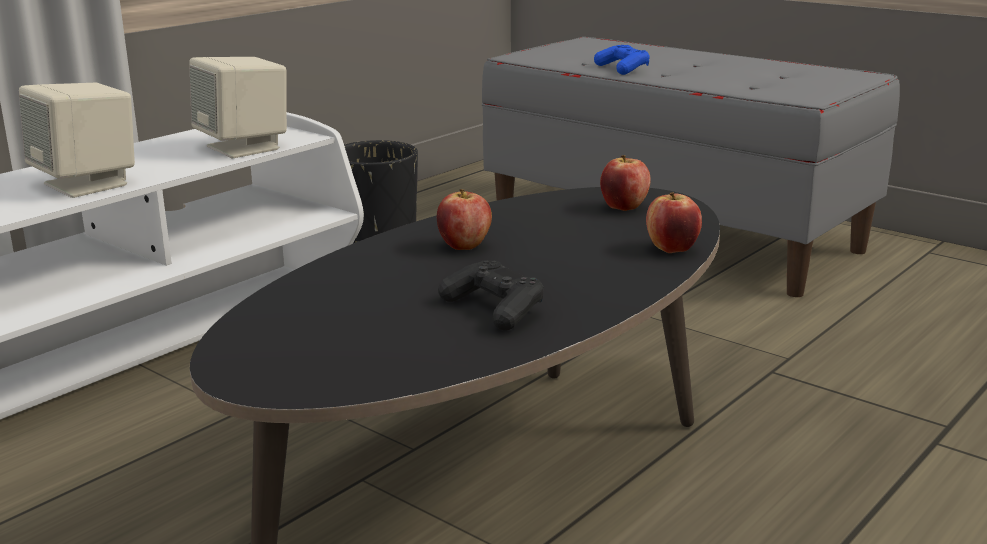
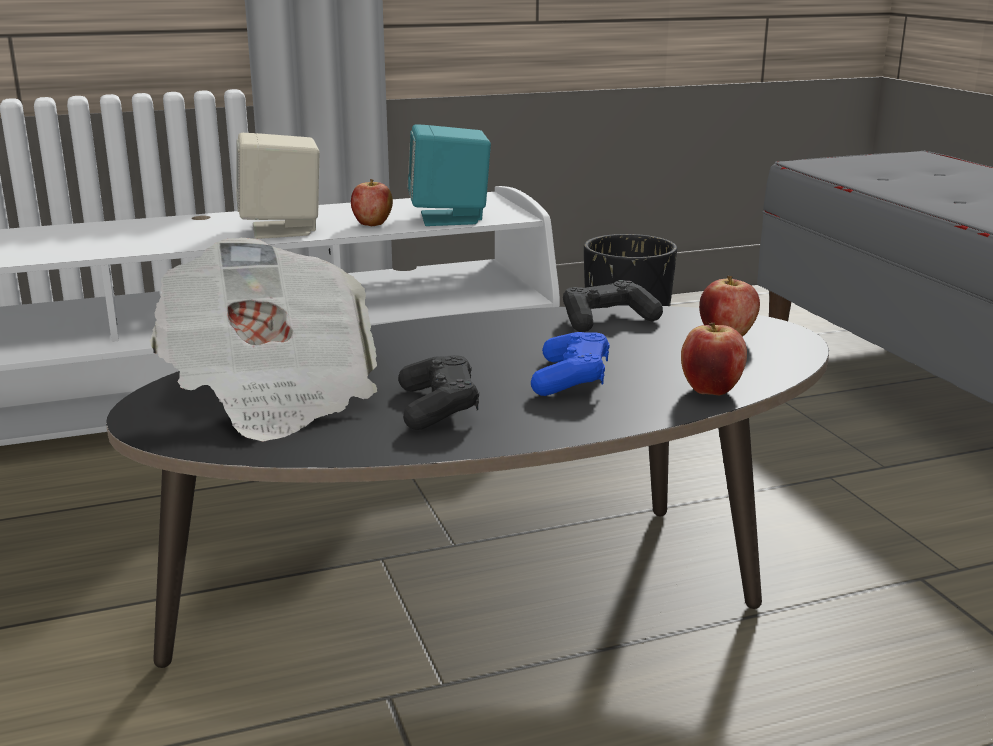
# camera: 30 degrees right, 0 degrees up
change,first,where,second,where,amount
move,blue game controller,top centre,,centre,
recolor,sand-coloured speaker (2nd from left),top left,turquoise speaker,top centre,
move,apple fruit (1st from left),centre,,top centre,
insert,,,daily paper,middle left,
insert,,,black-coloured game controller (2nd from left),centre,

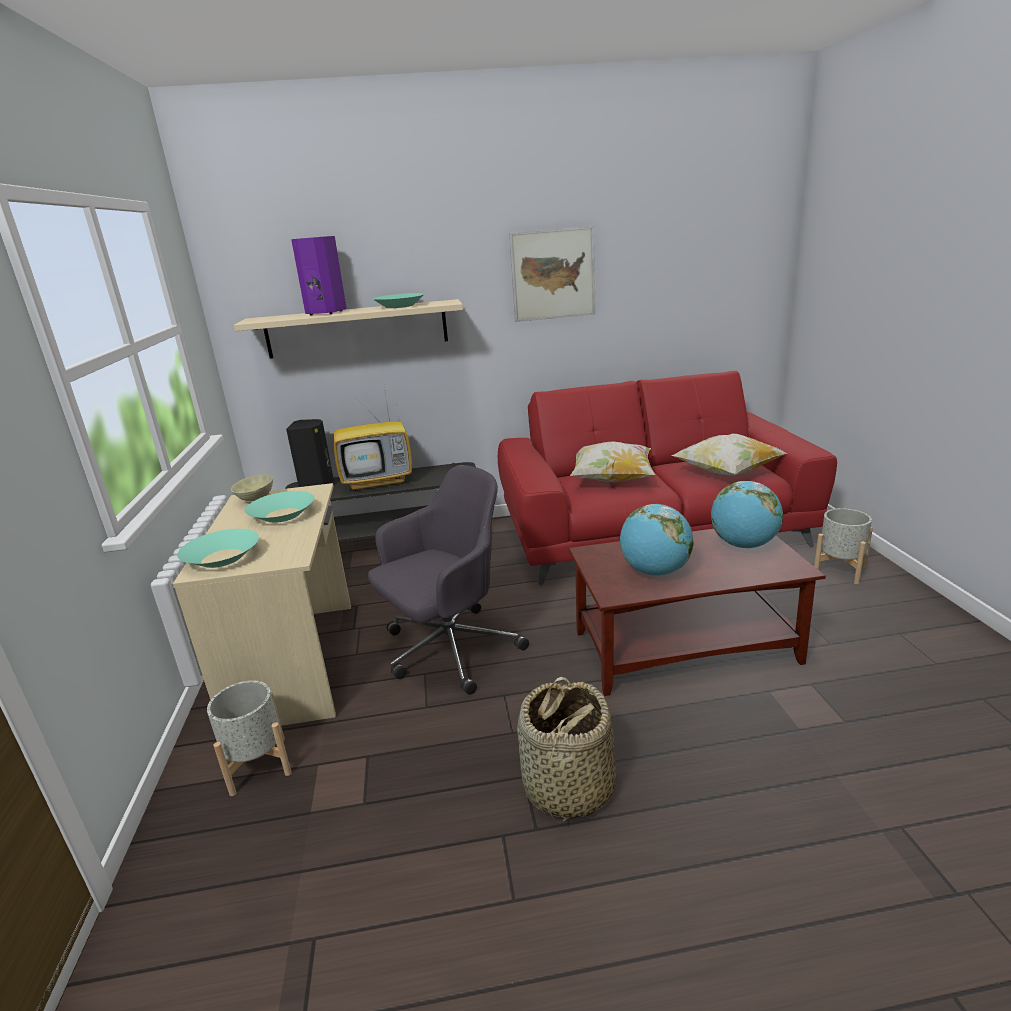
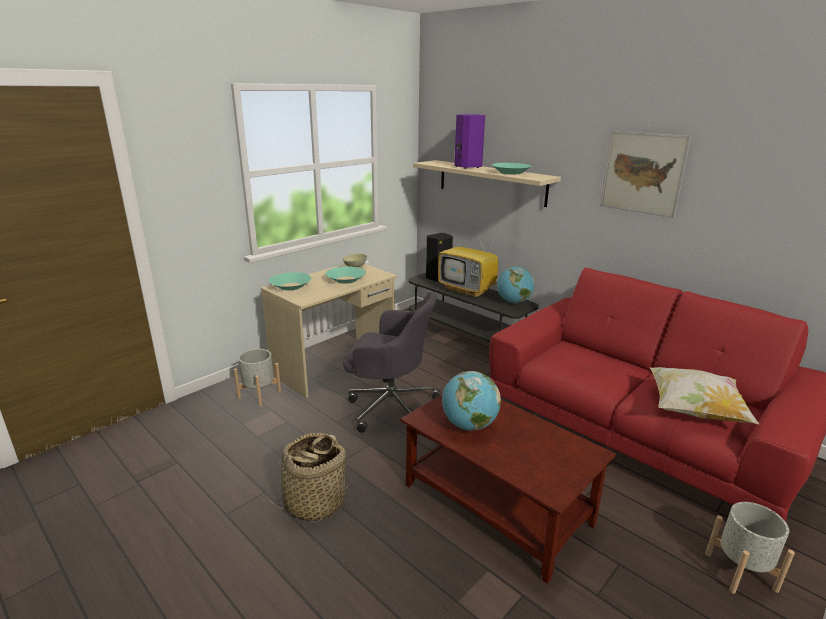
# camera: 50 degrees right, 0 degrees up
change,first,where,second,where,amount
delete,cushion (1st from left),centre,,,
move,desk globe (2nd from left),middle right,,centre,

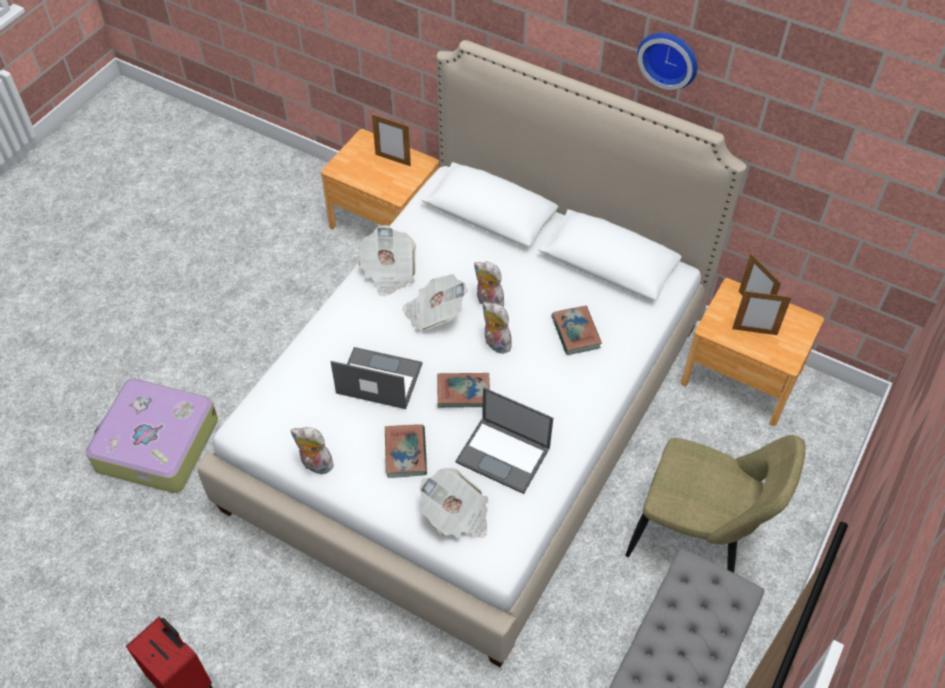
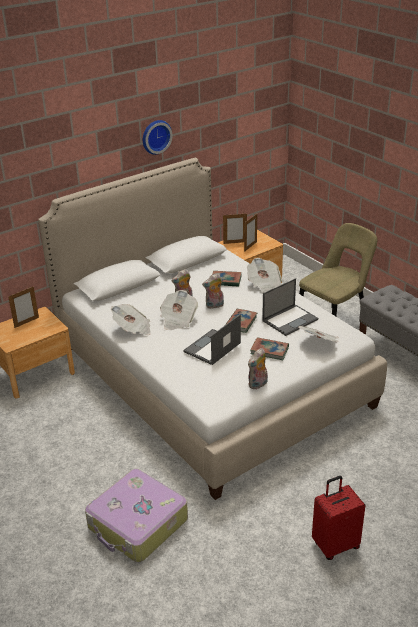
# camera: 65 degrees left, 20 degrees down
change,first,where,second,where,amount
insert,,,daily paper (3rd from left),centre,

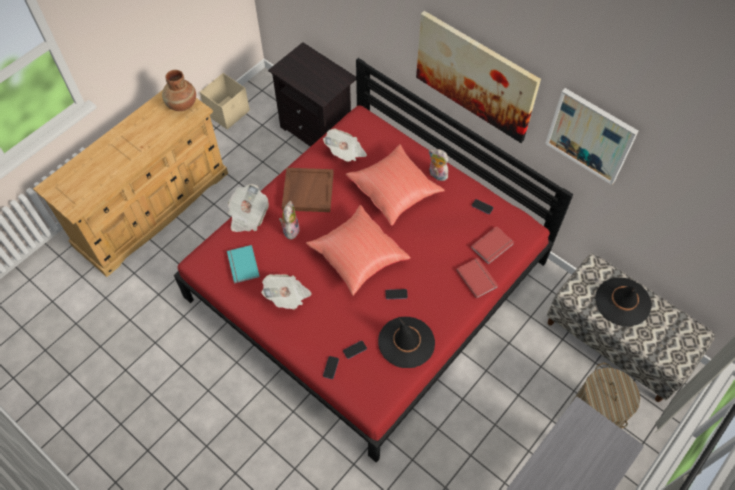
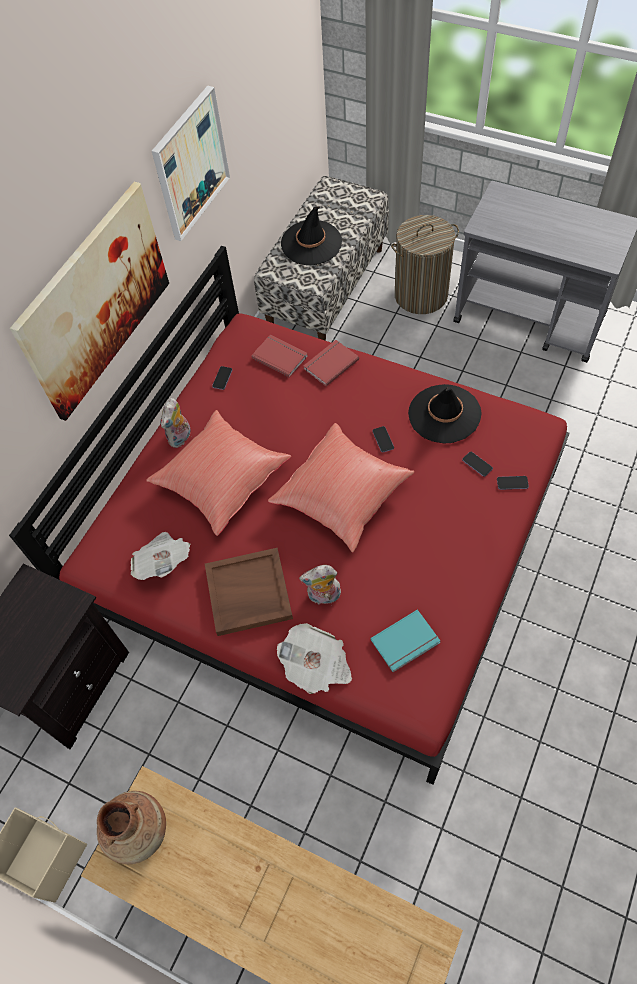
# camera: 100 degrees left, 0 degrees up
change,first,where,second,where,amount
delete,daily paper (2nd from left),centre,,,

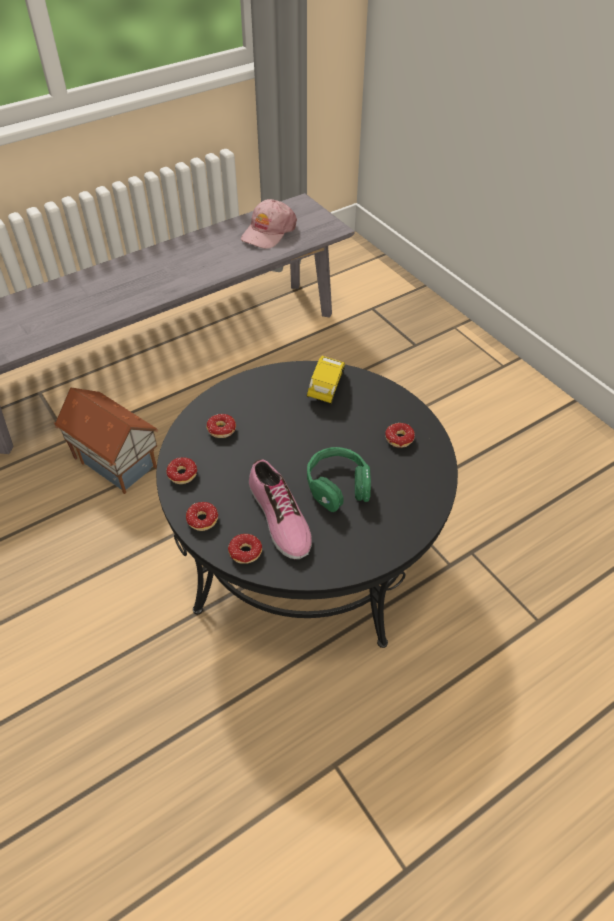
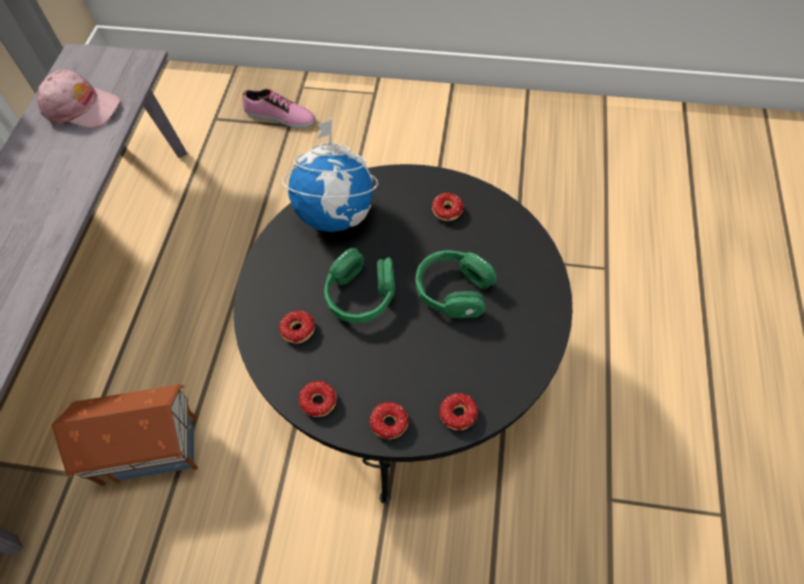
# camera: 45 degrees left, 10 degrees up
change,first,where,second,where,amount
rotate,pink baseball cap,top centre,,top left,60 degrees counterclockwise
replace,yellow toy car,centre,desk globe,top centre,
move,shoe,centre,,top centre,
insert,,,green pair of headphones (1st from left),centre,

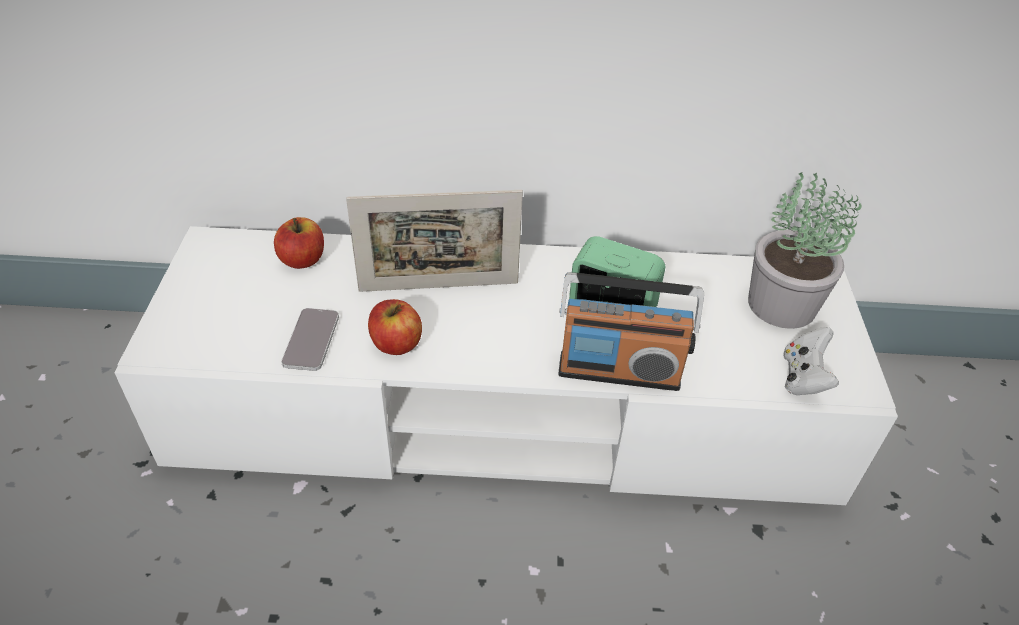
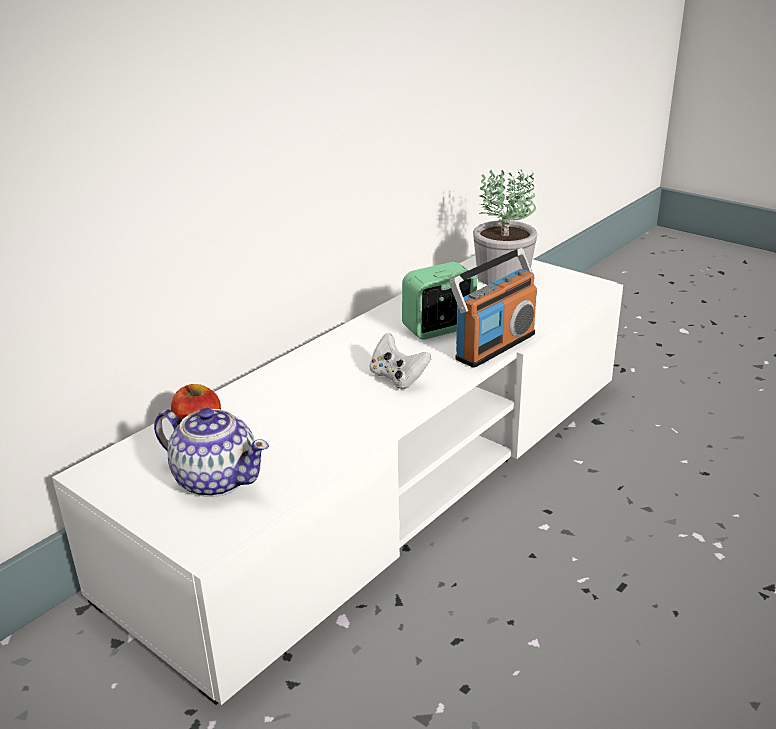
# camera: 50 degrees left, 15 degrees down
change,first,where,second,where,amount
delete,standing frame,centre,,,
delete,apple fruit (2nd from left),centre,,,
delete,telephone,middle left,,,
move,white-coloured game controller,middle right,,centre,
insert,,,tea pot,middle left,

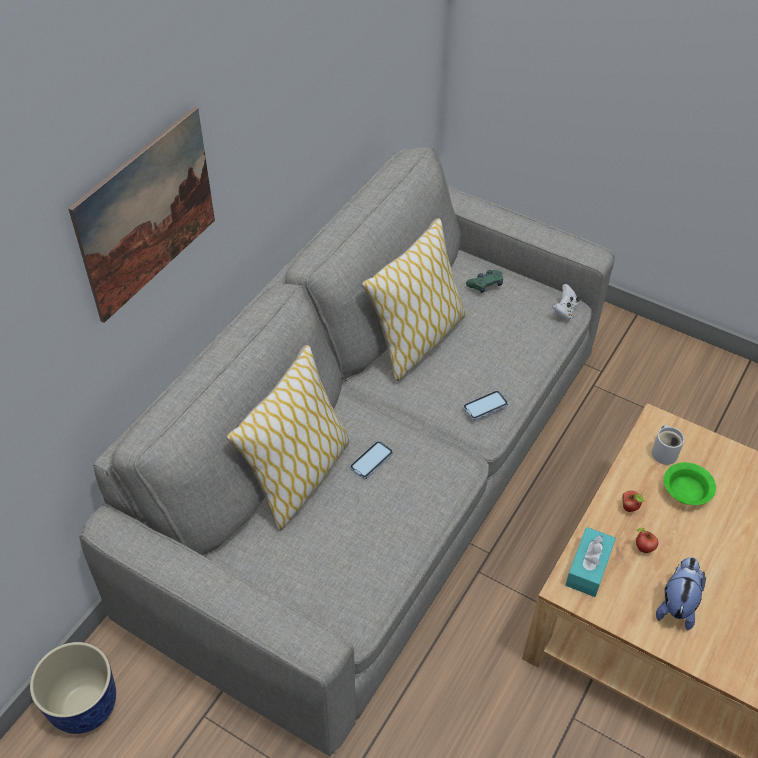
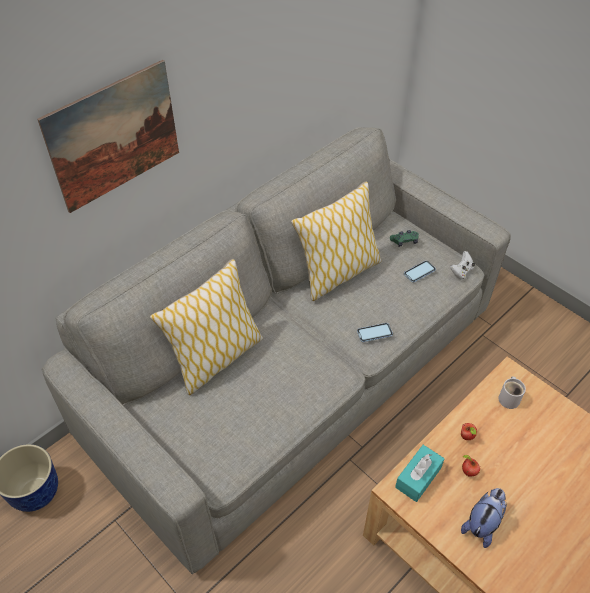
# camera: 15 degrees right, 0 degrees up
change,first,where,second,where,amount
move,telephone (1st from left in the first image),centre,telephone (2nd from left),middle right,
delete,green deep dish,middle right,,,

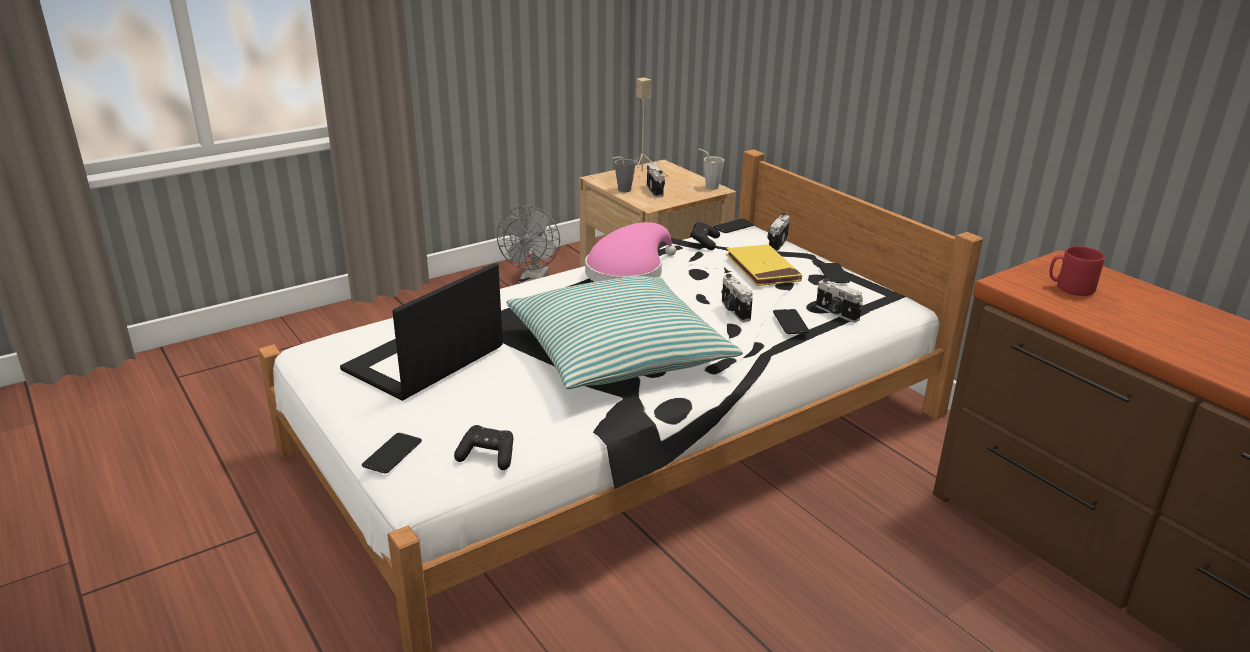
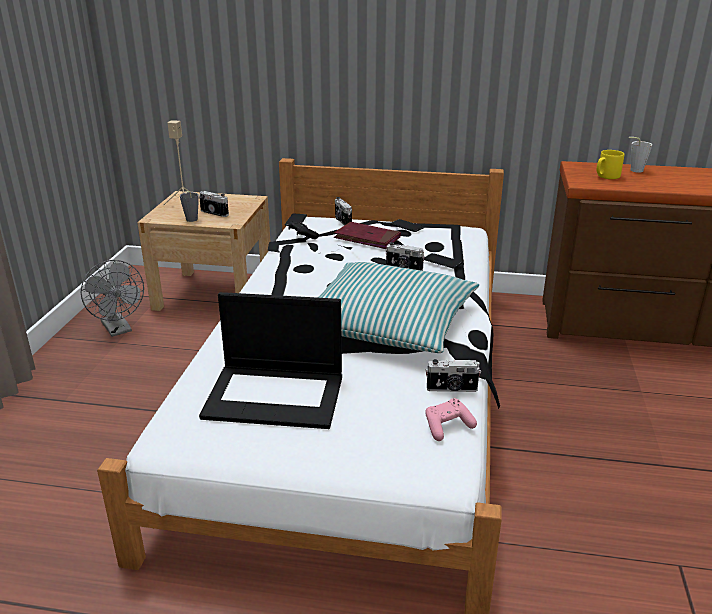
# camera: 45 degrees left, 0 degrees up
change,first,where,second,where,amount
move,gray cup (2nd from left),top centre,,top right,
delete,pink wearable hat,centre,,,
recolor,yellow volume,centre,red volume,centre,
recolor,red tea mug,middle right,yellow tea mug,top right,
rotate,notebook computer,centre,,centre,75 degrees counterclockwise
move,photo camera (4th from left),middle right,,centre,
recolor,black-coloured game controller (1st from left),bottom centre,pink game controller,bottom centre,
delete,telephone (1st from left),bottom left,,,

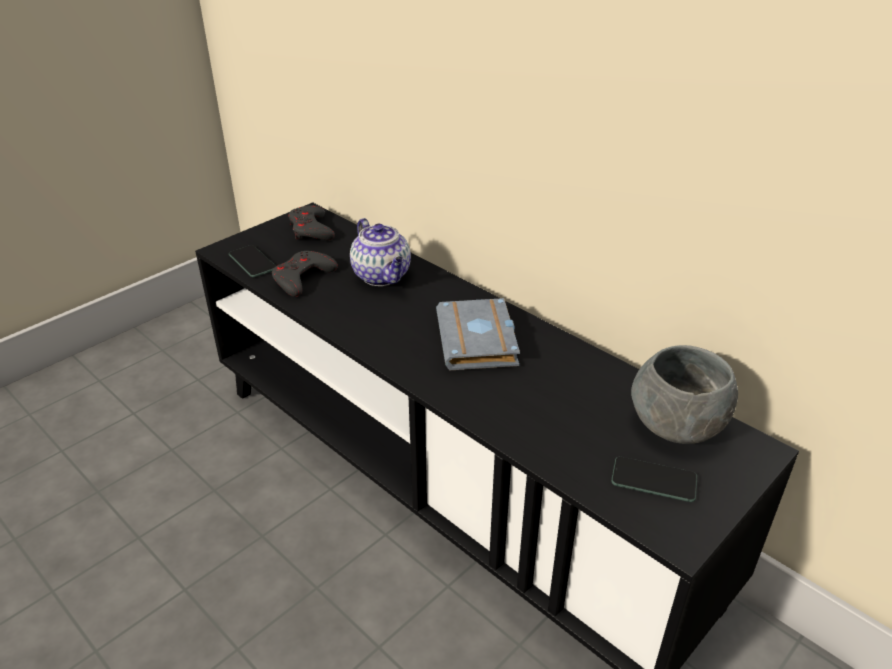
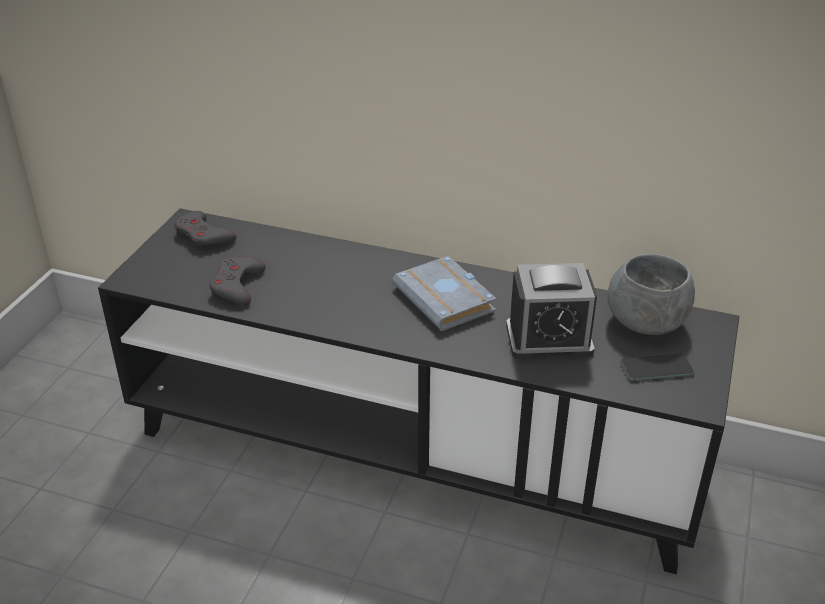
# camera: 25 degrees left, 0 degrees up
change,first,where,second,where,amount
delete,tea pot,centre,,,
delete,telephone (1st from left),middle left,,,
insert,,,alarm clock,middle right,

